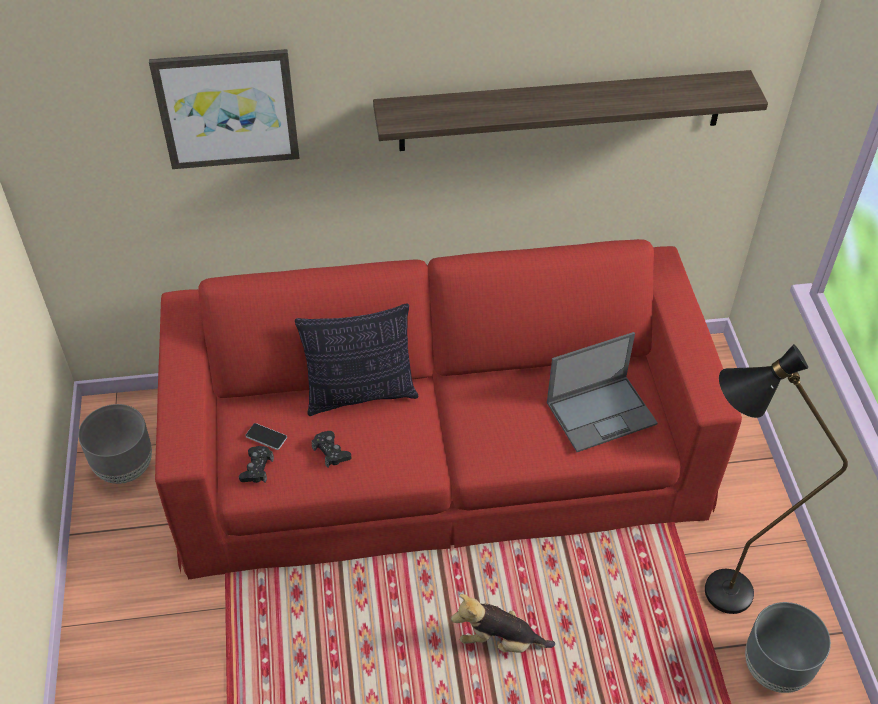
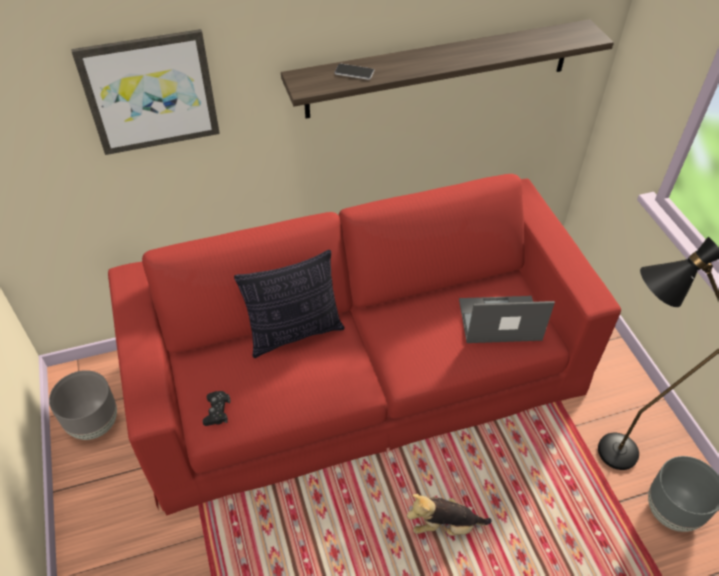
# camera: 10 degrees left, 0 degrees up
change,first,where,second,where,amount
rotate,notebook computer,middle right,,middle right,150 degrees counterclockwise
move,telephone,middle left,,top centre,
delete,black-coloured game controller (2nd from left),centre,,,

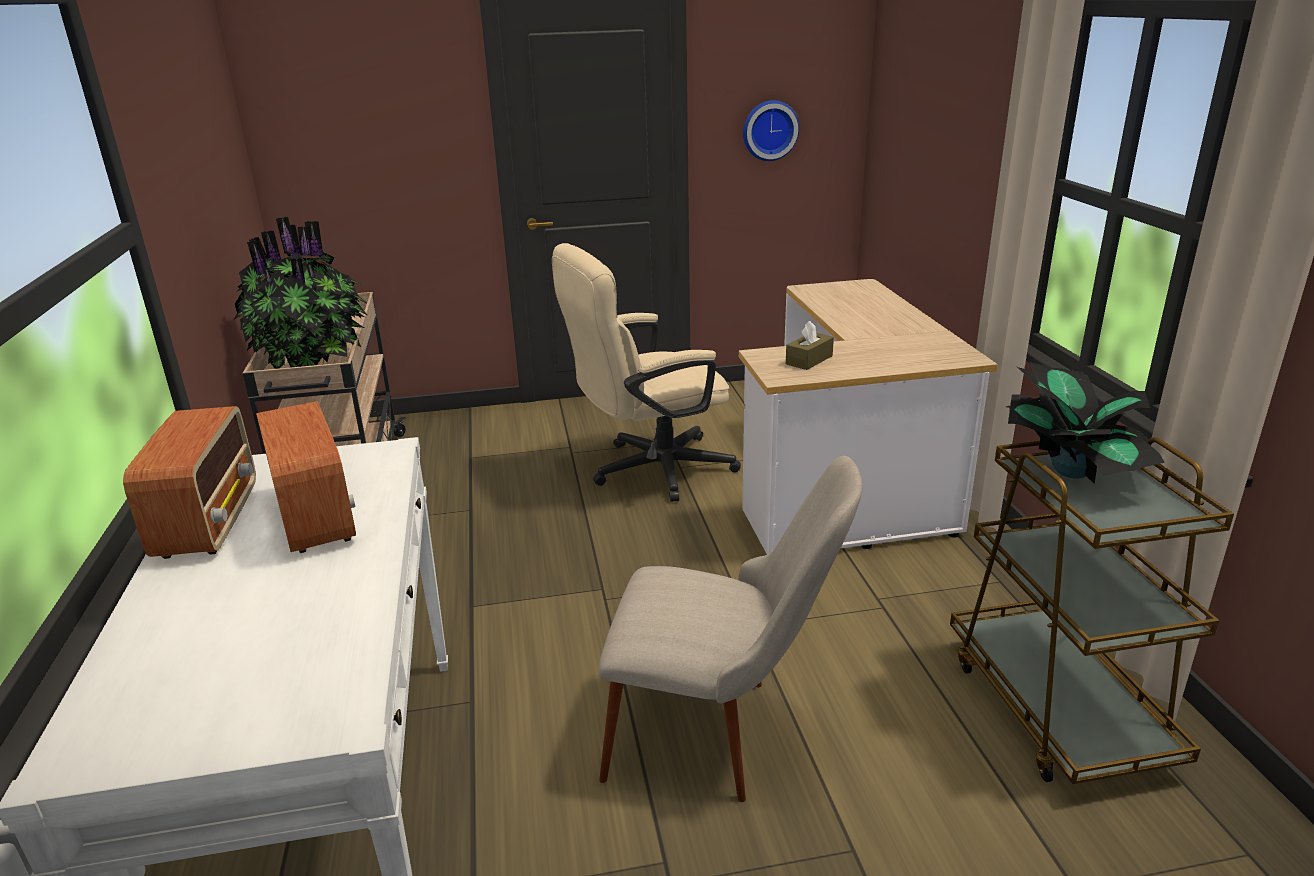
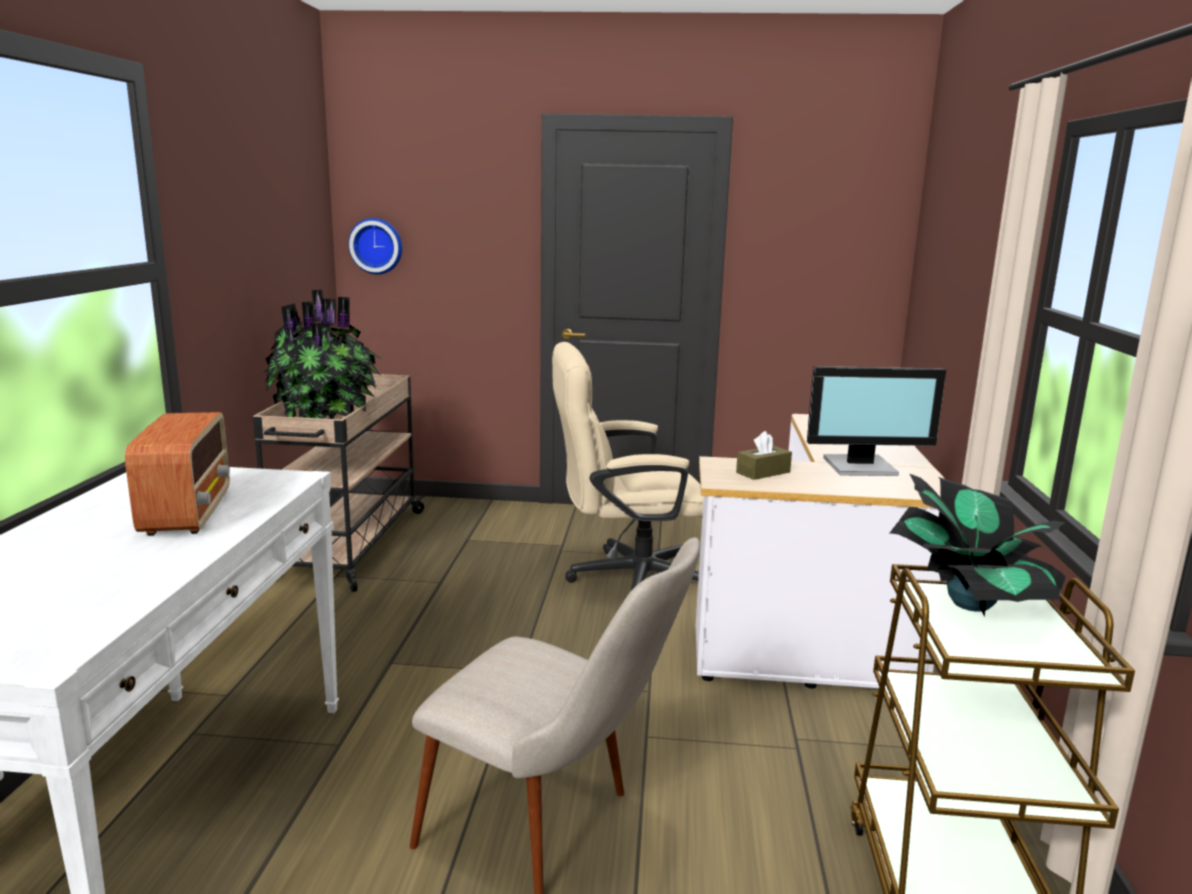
# camera: 15 degrees right, 10 degrees down
change,first,where,second,where,amount
move,hanging clock,top centre,,top left,
delete,radio (1st from left),middle left,,,
insert,,,computer display,middle right,

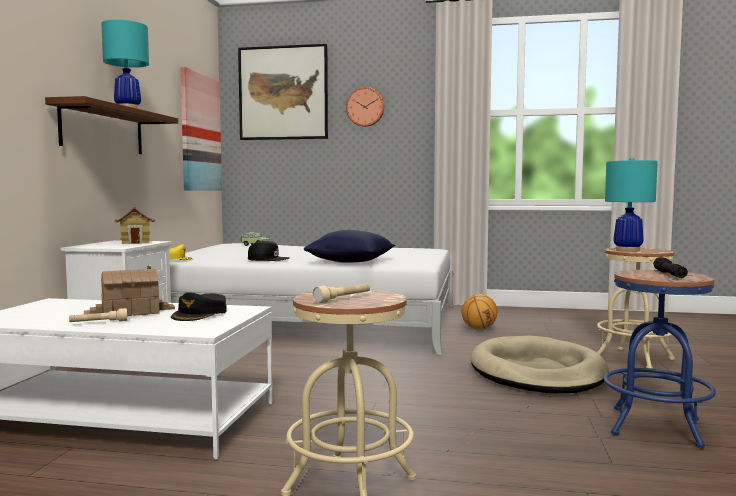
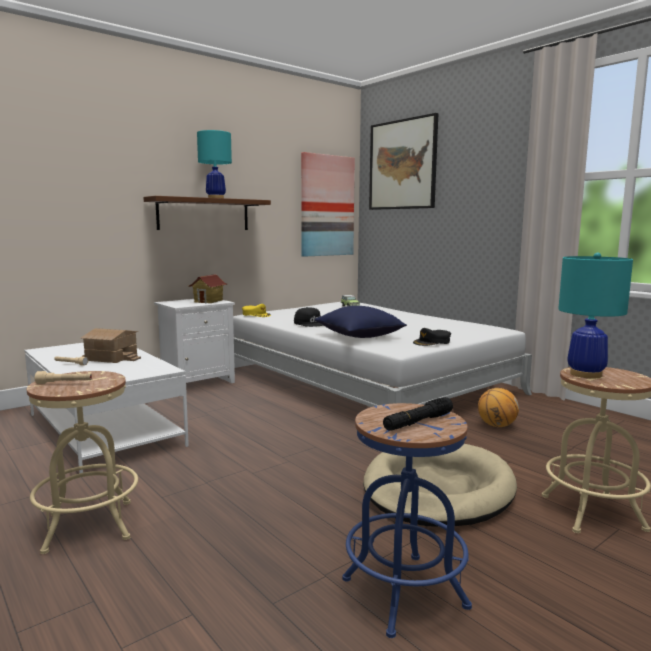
# camera: 40 degrees right, 5 degrees up
change,first,where,second,where,amount
delete,hanging clock,top centre,,,
move,black-coloured baseball cap (1st from left in the first image),middle left,black-coloured baseball cap (2nd from left),centre,

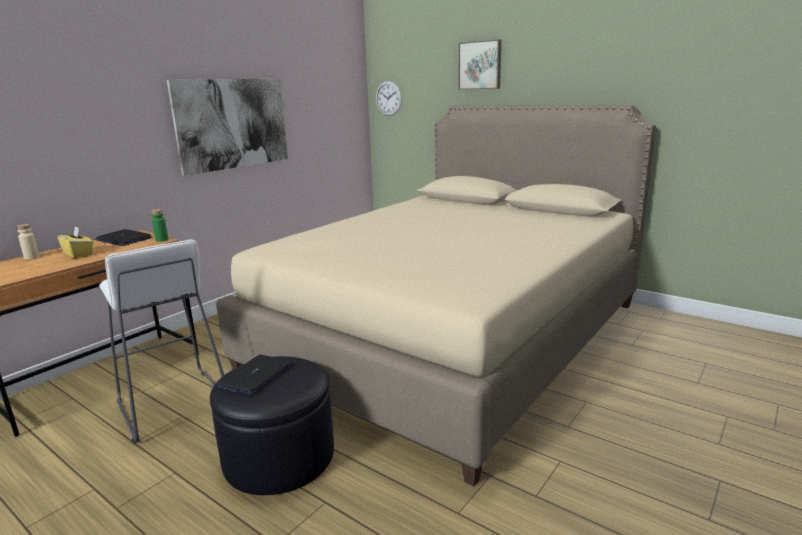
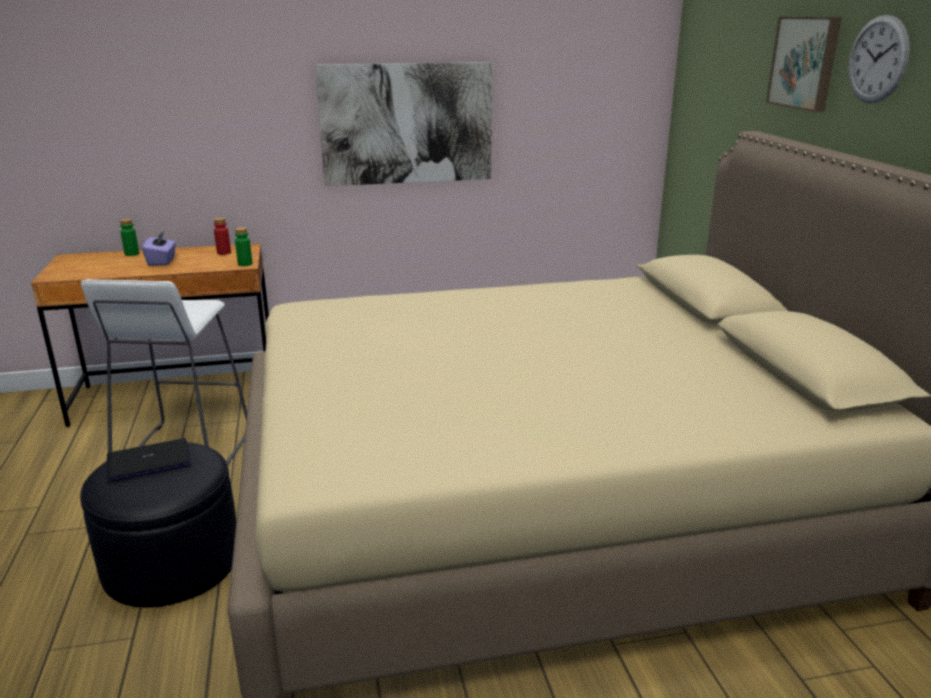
# camera: 40 degrees right, 5 degrees up
change,first,where,second,where,amount
move,hanging clock,top centre,,top right,
recolor,sand-coloured drink bottle,middle left,green drink bottle (1st from left),middle left,
recolor,yellow tissue box,middle left,purple tissue box,middle left,
replace,notebook computer (1st from left),middle left,red drink bottle,middle left,

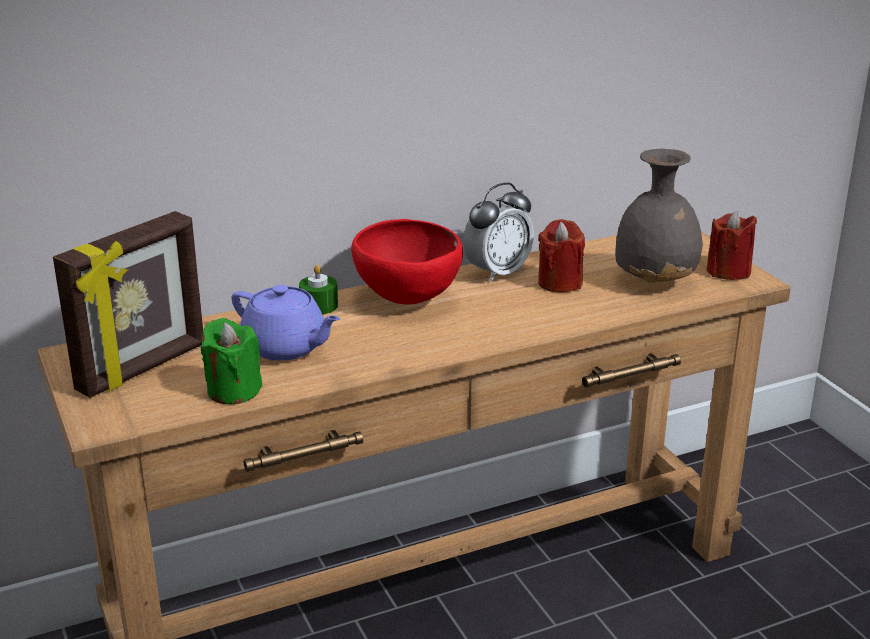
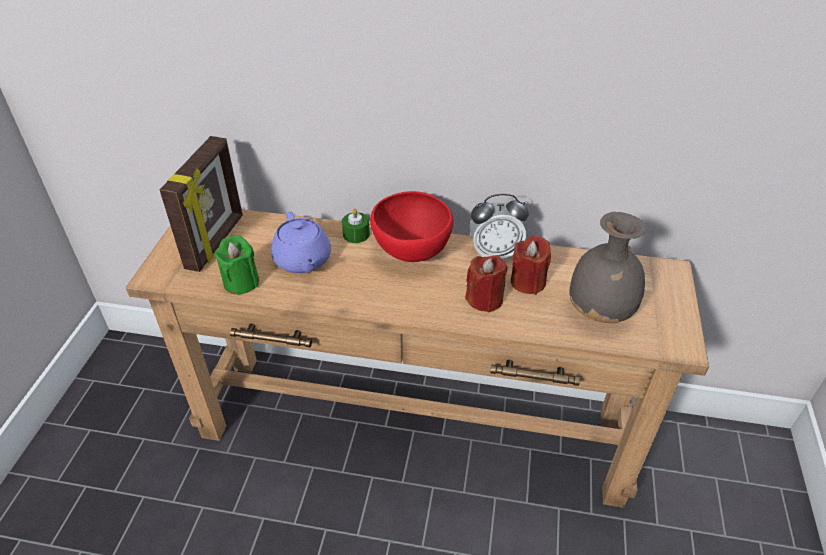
# camera: 35 degrees right, 15 degrees up
change,first,where,second,where,amount
rotate,standing frame,middle left,,middle left,60 degrees counterclockwise
move,red wax candle (2nd from left in the first image),middle right,red wax candle (1st from left),centre,

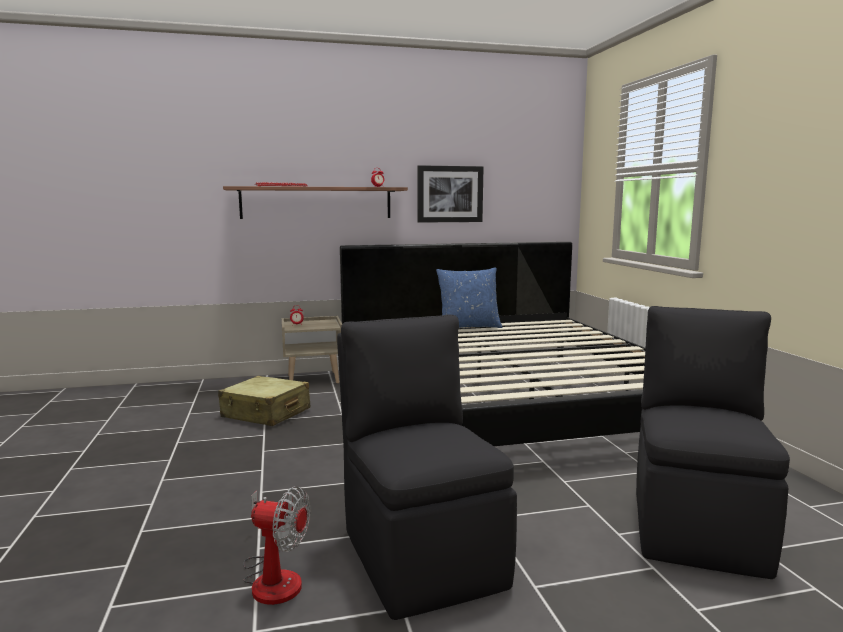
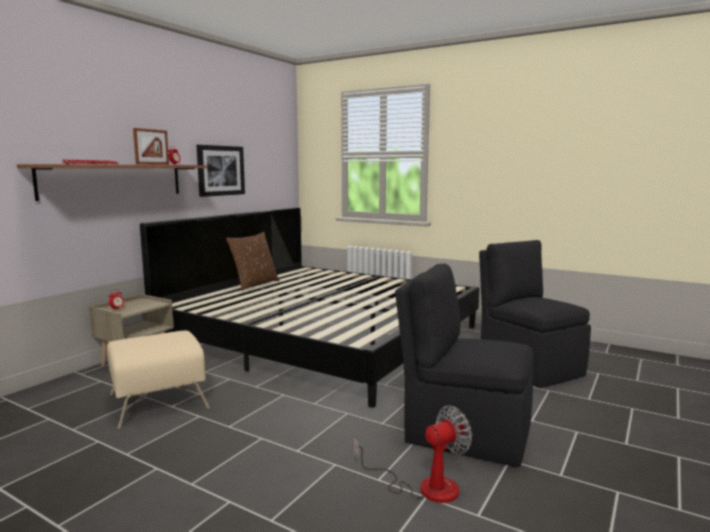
# camera: 45 degrees left, 0 degrees up
change,first,where,second,where,amount
recolor,blue cushion,centre,brown cushion,centre,
replace,sand-coloured travel case,middle left,sand-coloured ottoman,bottom left,
insert,,,standing frame,top left,

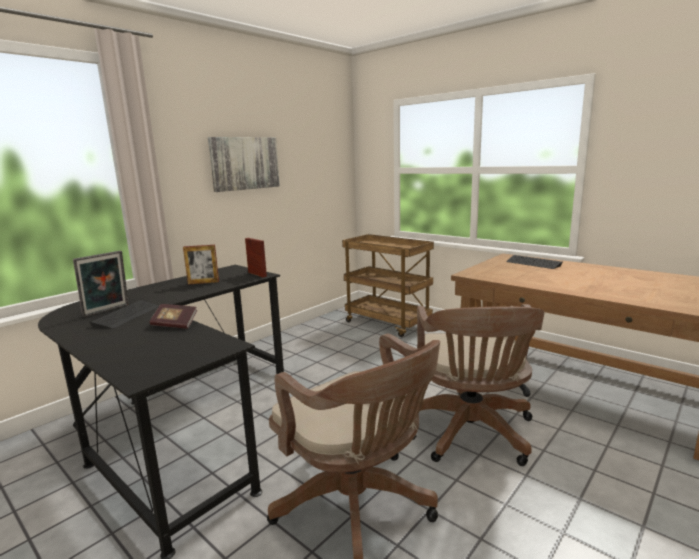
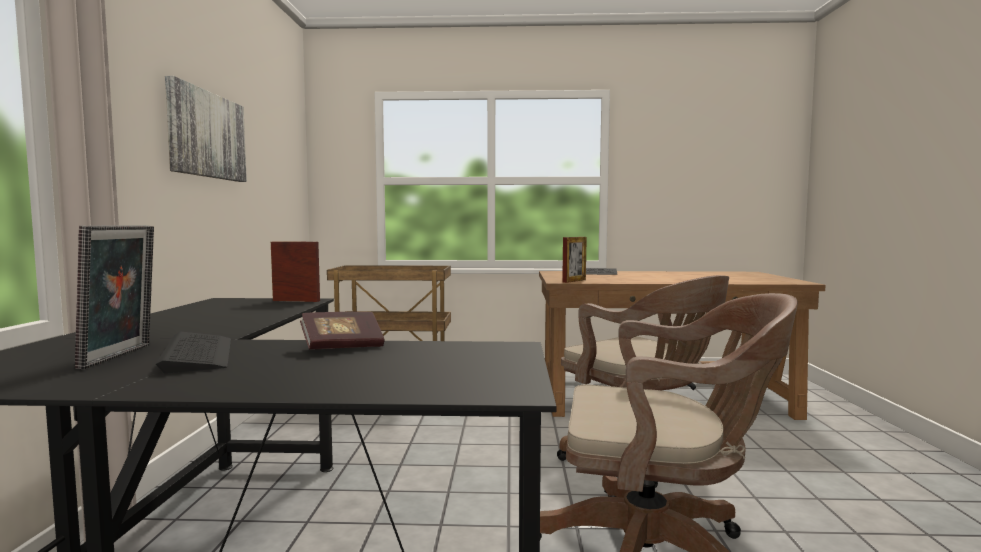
# camera: 40 degrees left, 10 degrees down
change,first,where,second,where,amount
move,standing frame (2nd from left in the first image),middle left,standing frame (3rd from left),centre,

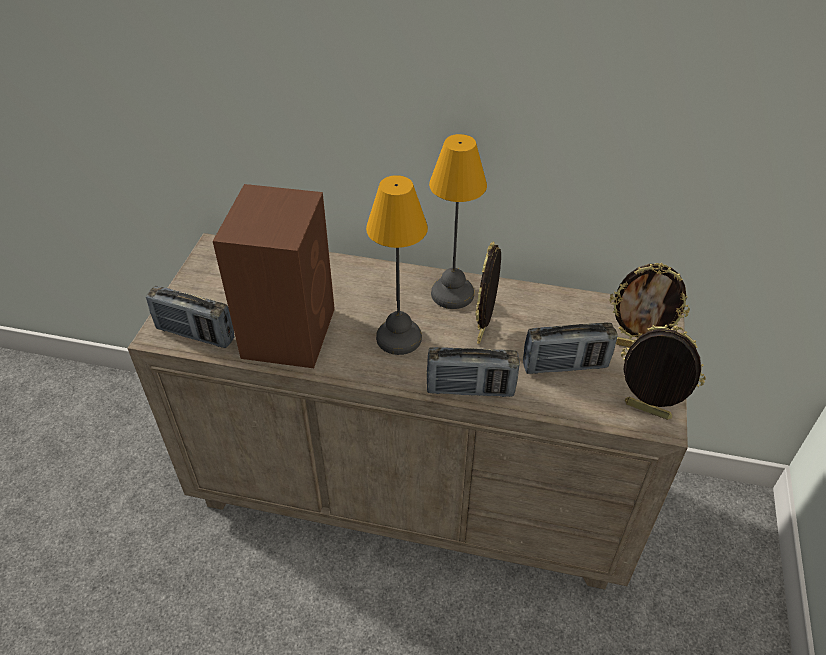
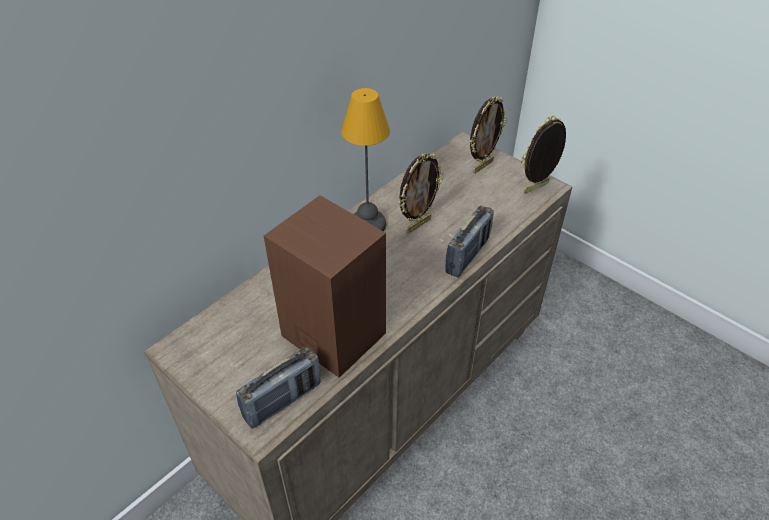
# camera: 60 degrees left, 0 degrees up
change,first,where,second,where,amount
delete,lamp for a table (1st from left),centre,,,
rotate,standing frame (1st from left),centre,,centre,90 degrees counterclockwise
delete,radio (3rd from left),middle right,,,

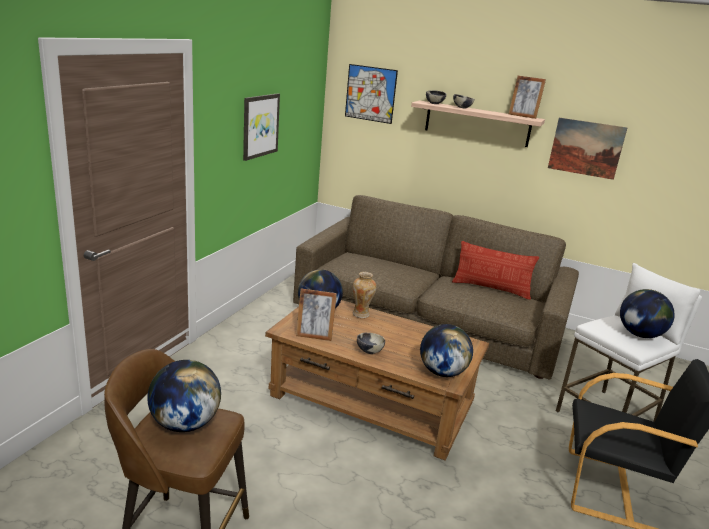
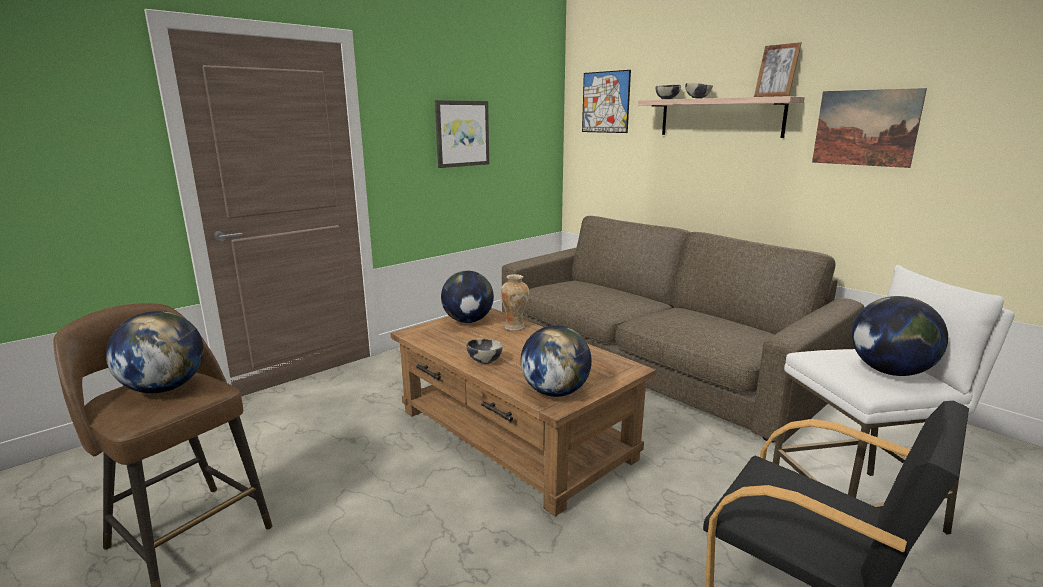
# camera: 25 degrees right, 5 degrees down
change,first,where,second,where,amount
delete,cushion,middle right,,,
delete,standing frame (1st from left),centre,,,

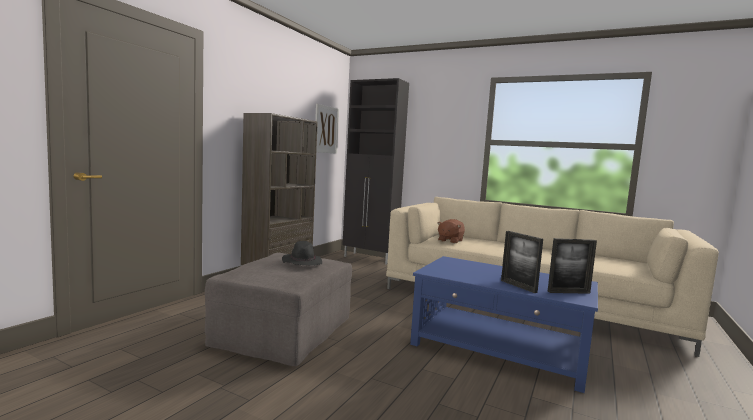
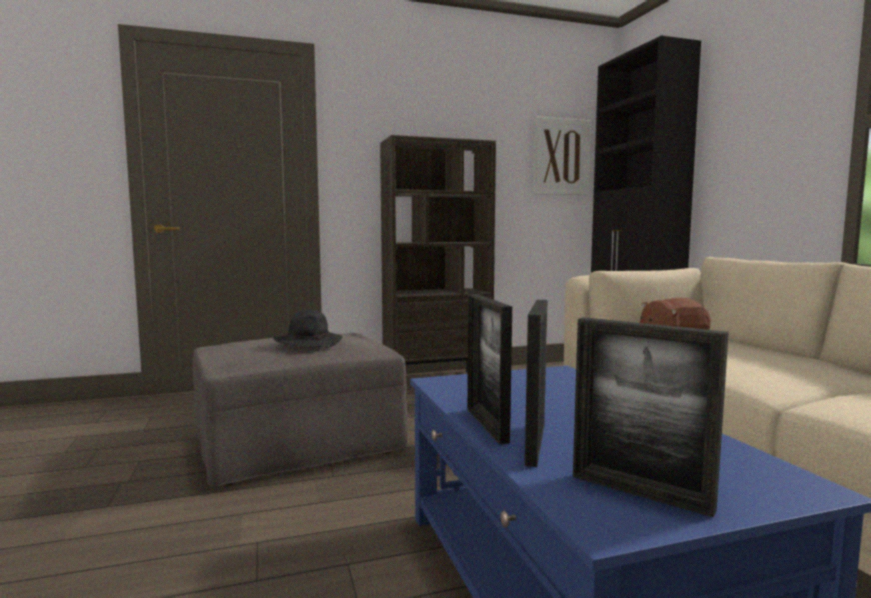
# camera: 45 degrees right, 0 degrees up
change,first,where,second,where,amount
insert,,,standing frame (1st from left),centre,

